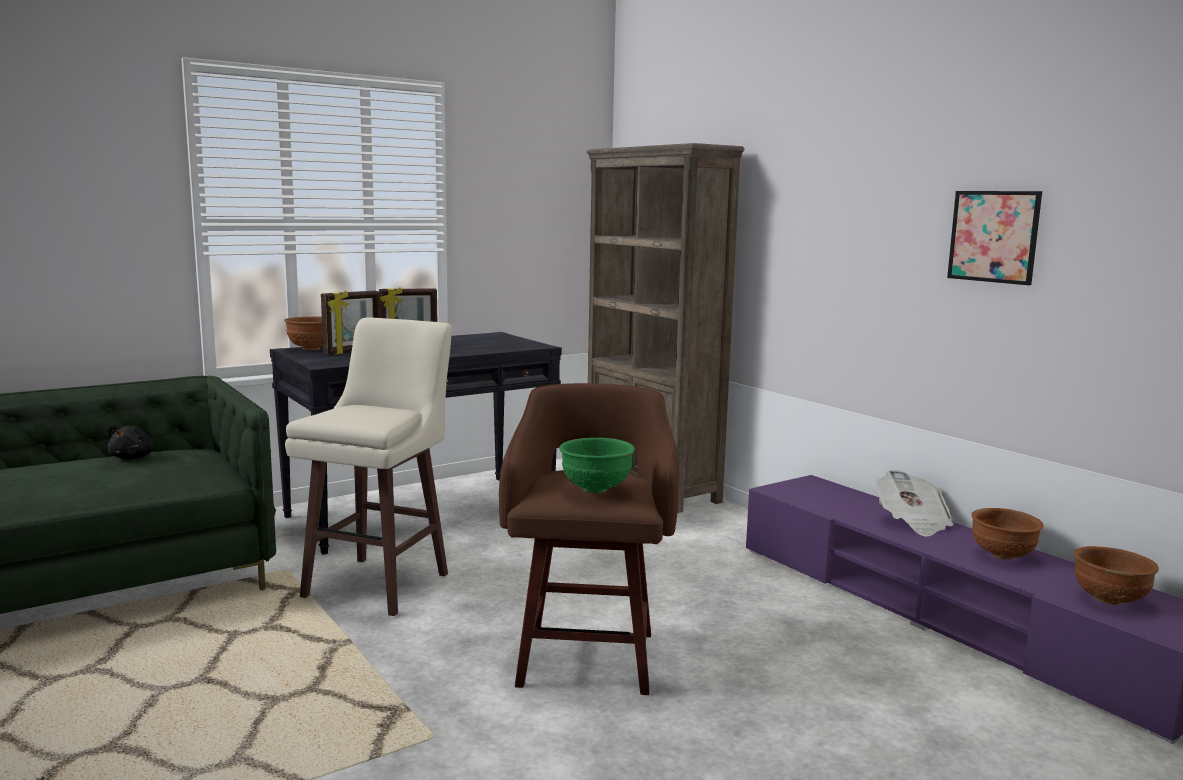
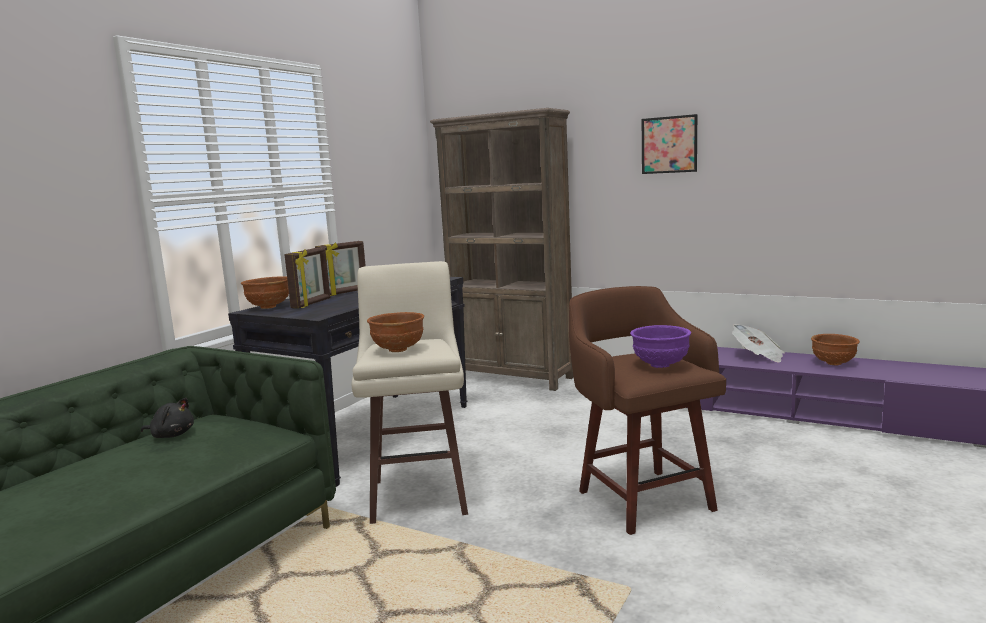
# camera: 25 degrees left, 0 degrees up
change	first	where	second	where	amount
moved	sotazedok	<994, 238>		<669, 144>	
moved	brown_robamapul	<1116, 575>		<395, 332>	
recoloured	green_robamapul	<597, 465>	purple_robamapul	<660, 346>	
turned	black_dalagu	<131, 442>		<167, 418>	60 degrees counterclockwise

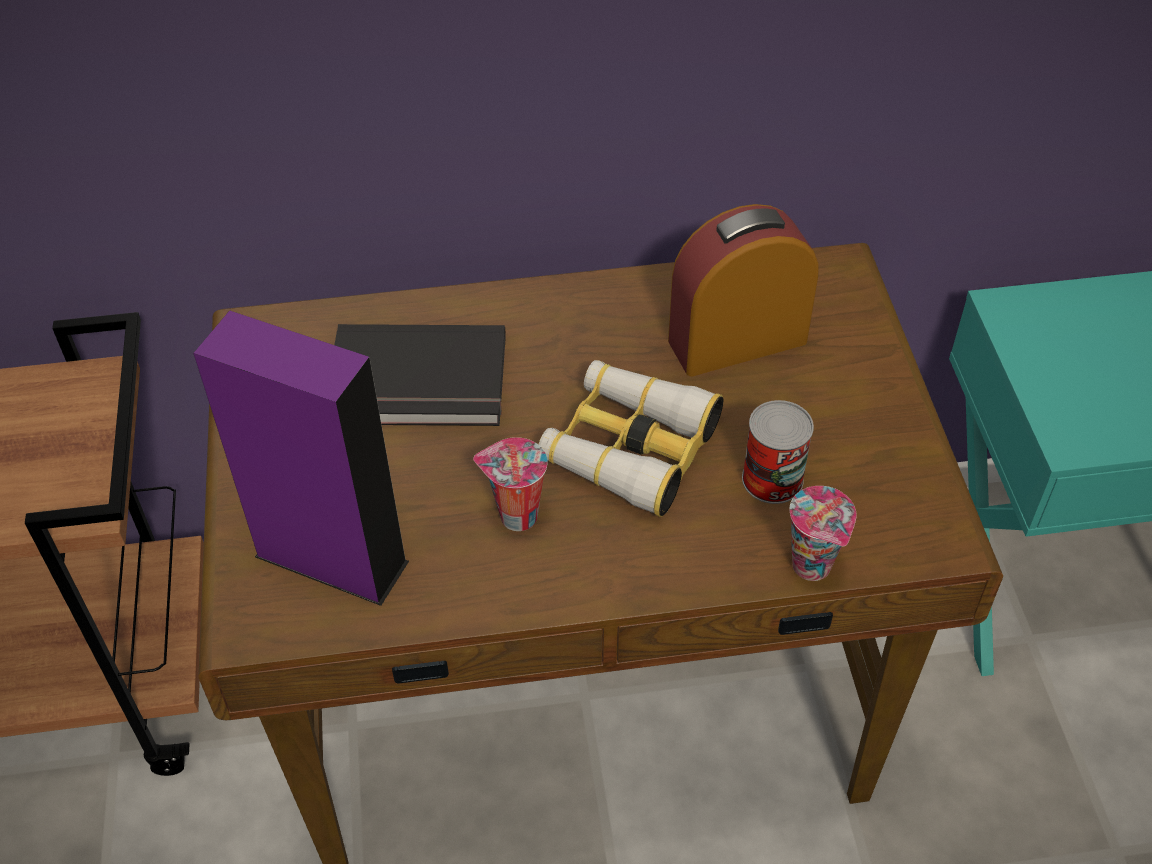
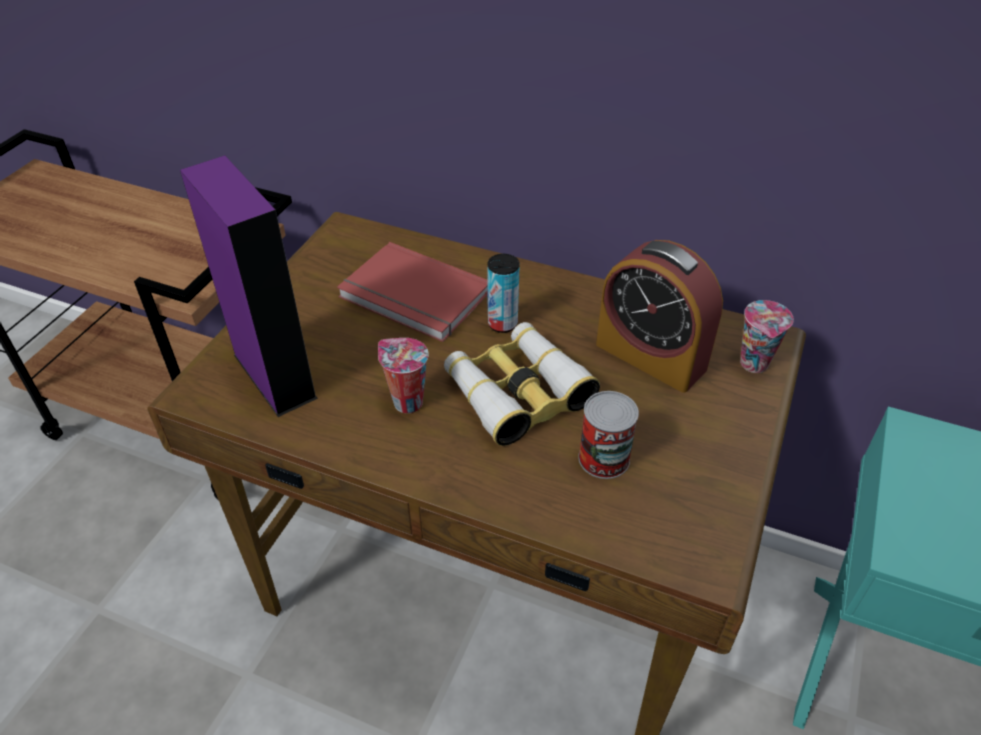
# camera: 30 degrees right, 5 degrees down
change	first	where	second	where	amount
added			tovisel	<503, 293>	
moved	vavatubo	<823, 533>		<767, 336>	
recoloured	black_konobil	<420, 375>	red_konobil	<412, 292>	
turned	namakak	<743, 290>		<659, 316>	150 degrees counterclockwise

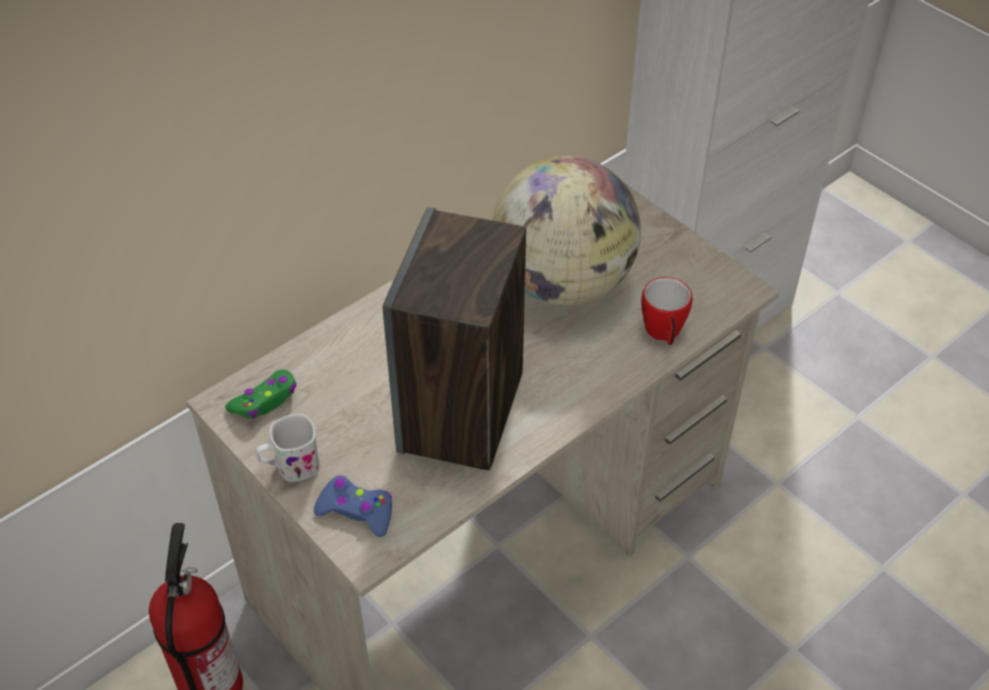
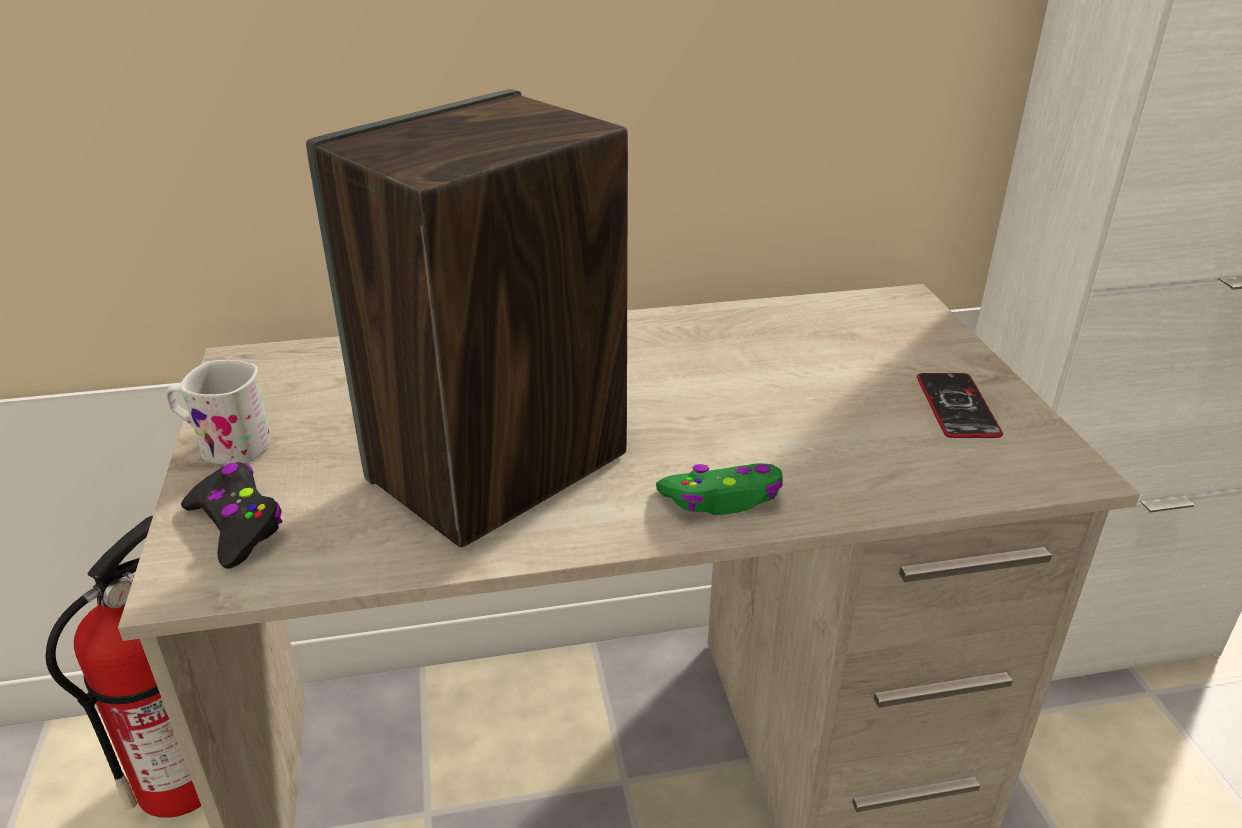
# camera: 30 degrees right, 15 degrees down
change	first	where	second	where	amount
removed	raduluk	<567, 231>			
removed	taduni	<667, 311>			
added			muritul	<960, 405>	
moved	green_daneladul	<261, 394>		<719, 489>	
recoloured	blue_daneladul	<353, 506>	black_daneladul	<231, 515>	

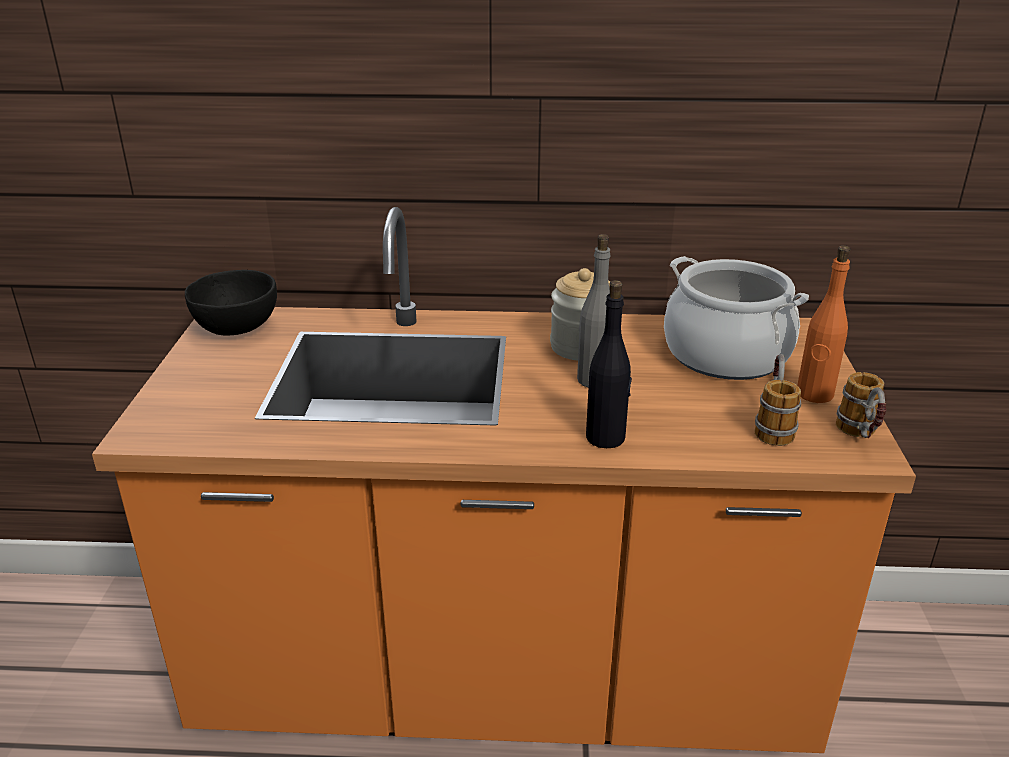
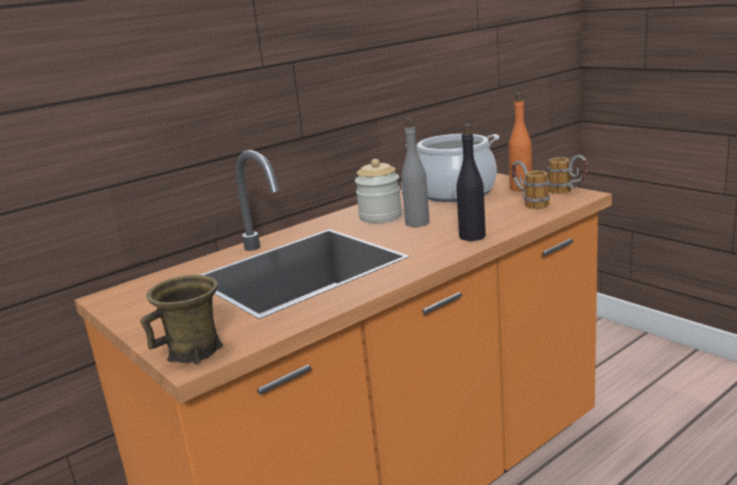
# camera: 40 degrees left, 10 degrees down
change	first	where	second	where	amount
removed	black_robamapul	<231, 302>			
added			brown_taduni	<181, 319>	

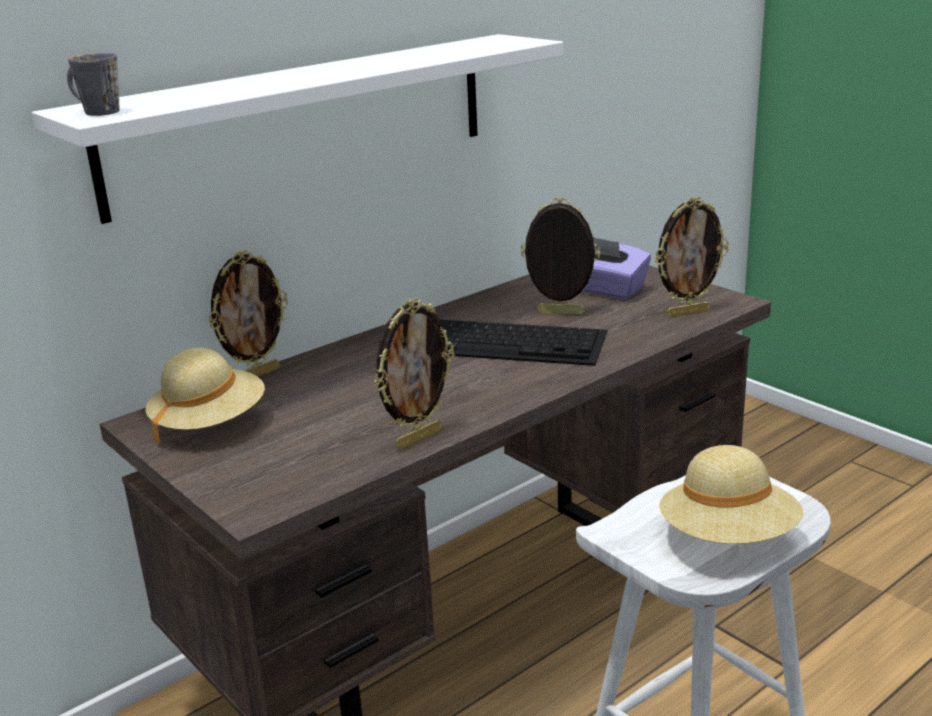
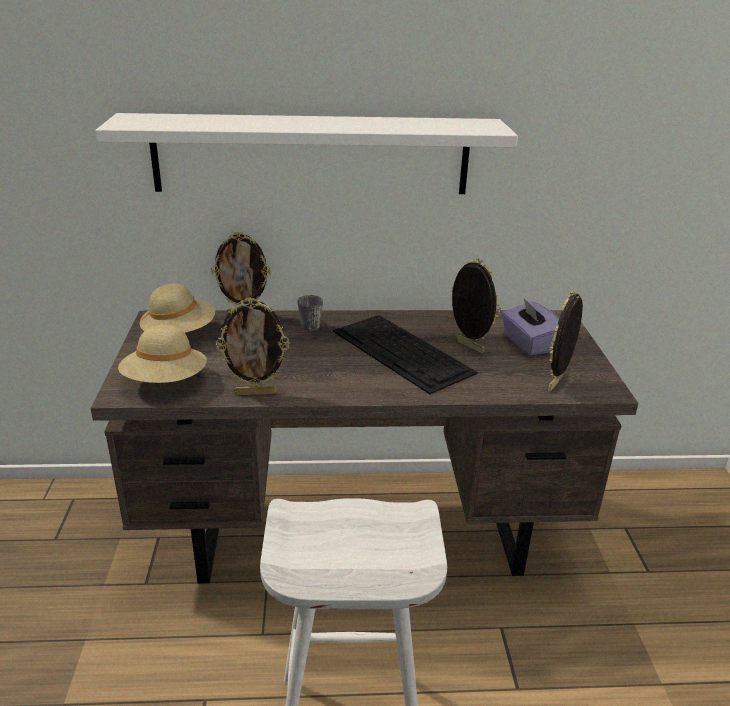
# camera: 35 degrees right, 5 degrees up
change	first	where	second	where	amount
moved	grey_taduni	<93, 84>		<310, 313>	
moved	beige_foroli	<731, 494>		<162, 354>	
turned	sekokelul	<692, 257>		<565, 340>	105 degrees clockwise

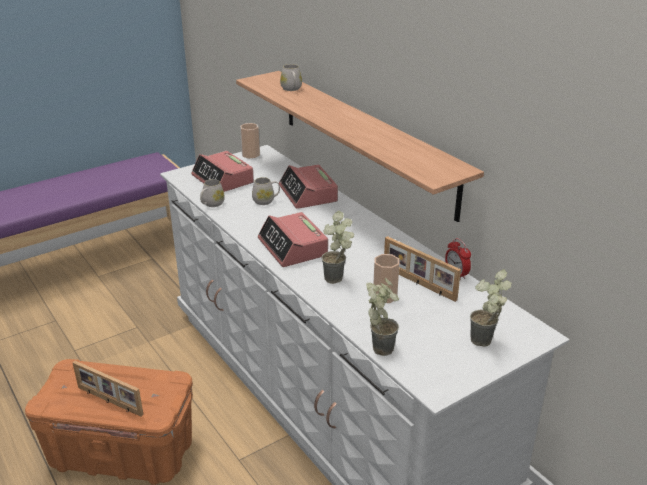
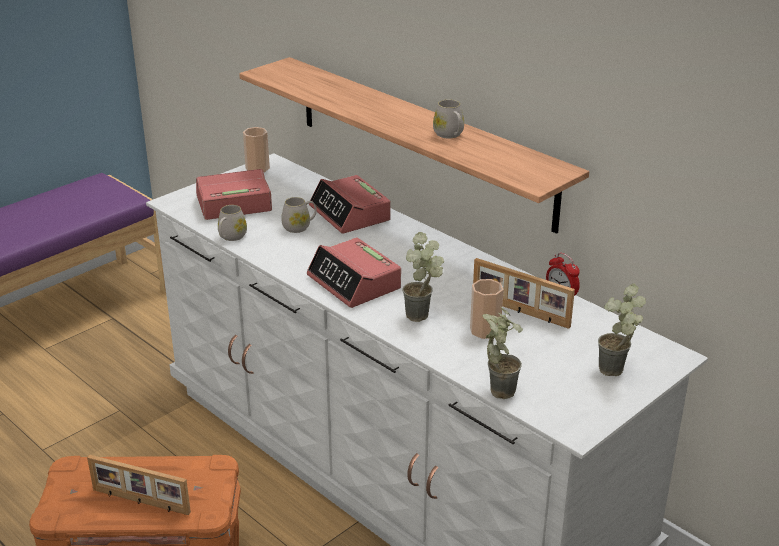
# camera: 10 degrees left, 0 degrees up
change	first	where	second	where	amount
moved	white_taduni	<291, 77>		<448, 118>	
turned	namakak	<222, 171>		<234, 194>	120 degrees clockwise

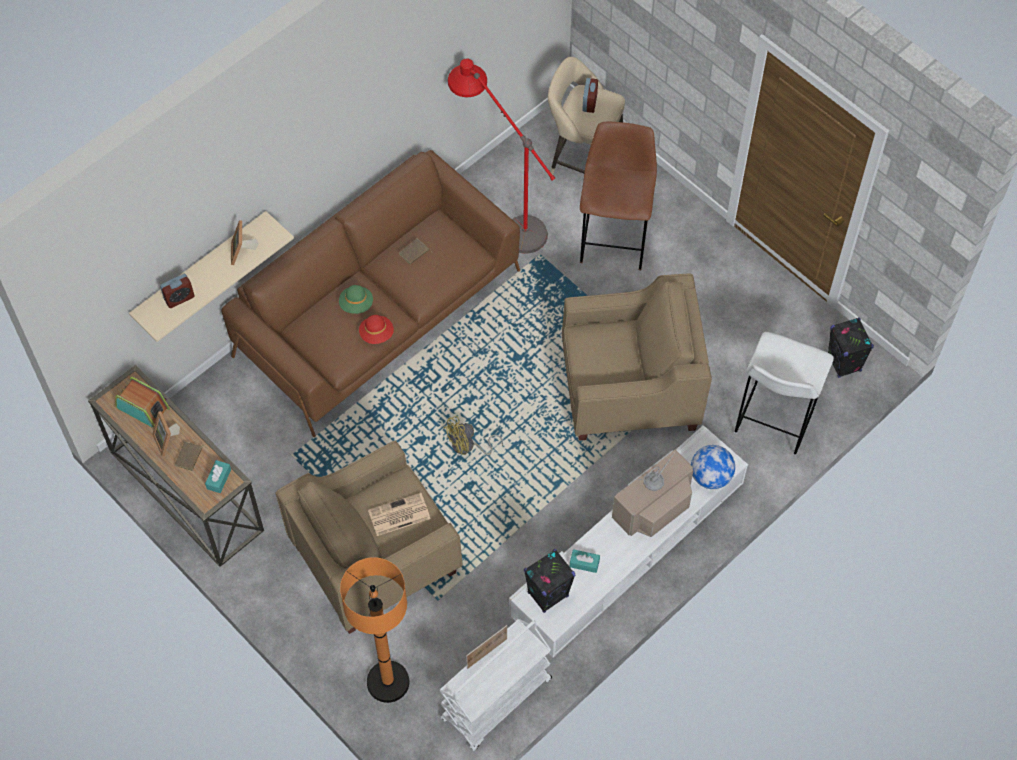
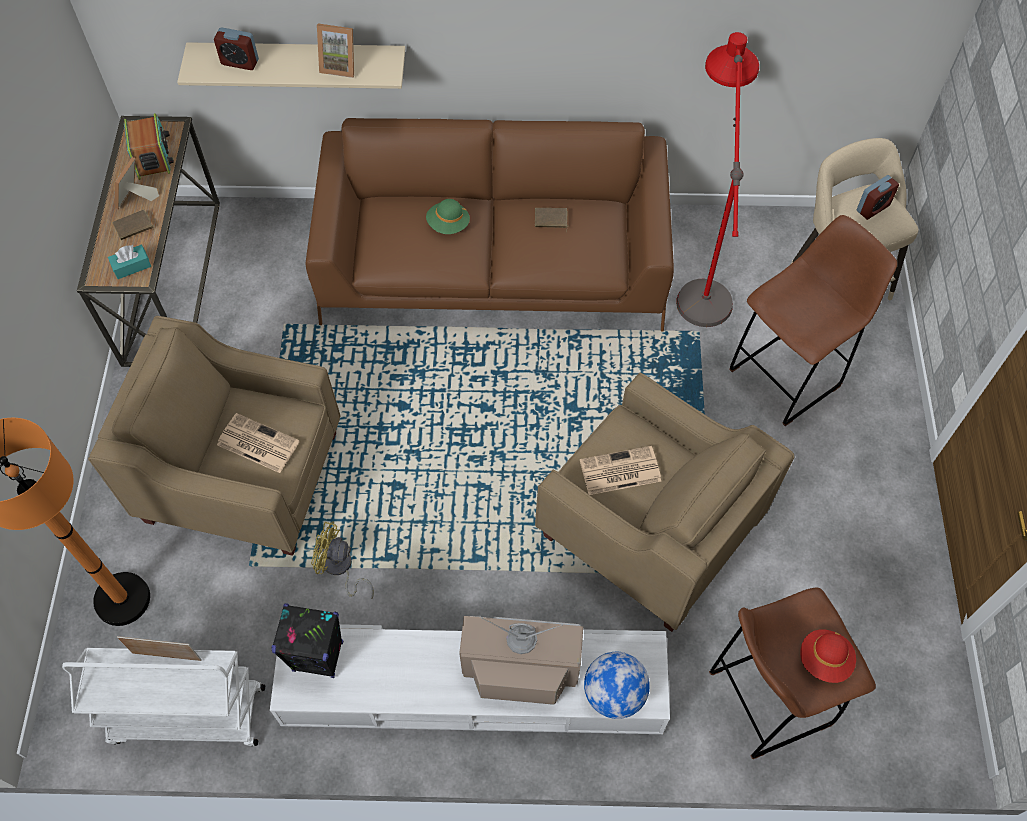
# camera: 45 degrees right, 0 degrees up
change	first	where	second	where	amount
removed	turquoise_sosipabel	<585, 561>			
removed	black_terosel	<851, 348>			
added			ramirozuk	<620, 470>	
moved	red_foroli	<376, 329>		<828, 656>	
moved	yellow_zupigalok	<473, 435>		<342, 560>	
recoloured	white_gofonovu	<784, 394>	brown_gofonovu	<792, 673>	
turned	sekokelul	<245, 242>		<335, 51>	120 degrees counterclockwise

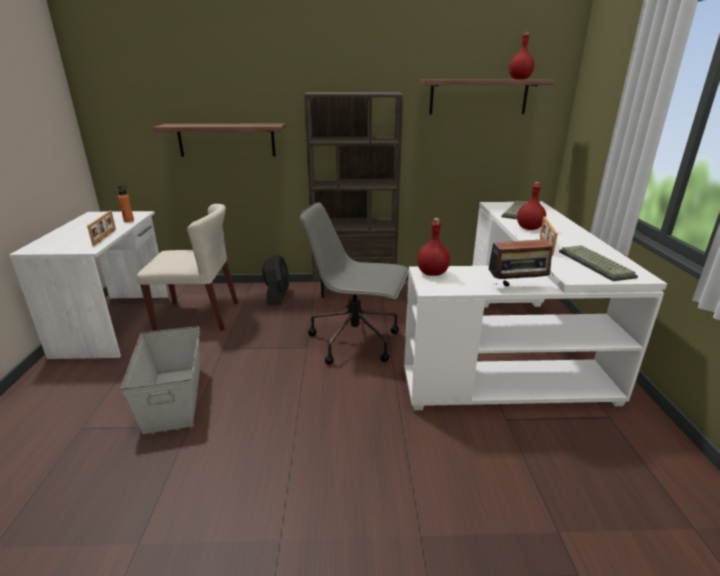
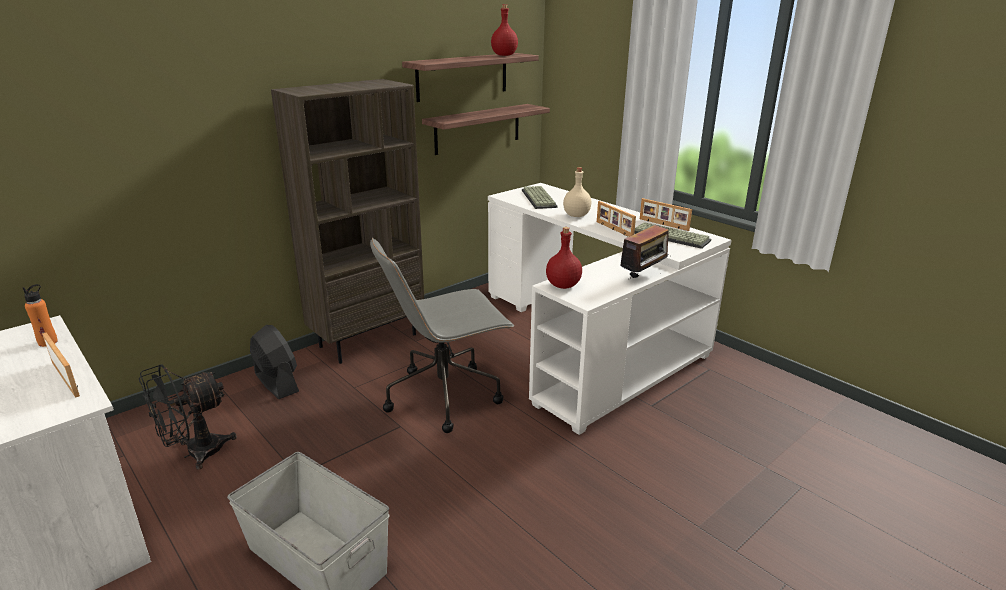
# camera: 40 degrees left, 0 degrees up
change	first	where	second	where	amount
added			sekokelul	<666, 214>	
moved	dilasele	<219, 140>		<486, 129>	
replaced	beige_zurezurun	<187, 267>	black_zupigalok	<188, 417>	
recoloured	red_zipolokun	<531, 206>	beige_zipolokun	<577, 192>	

